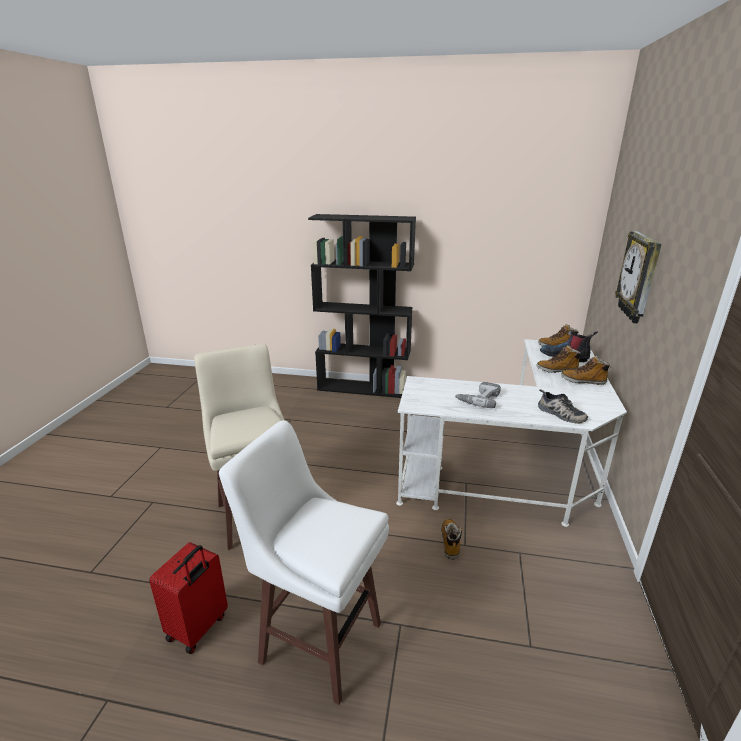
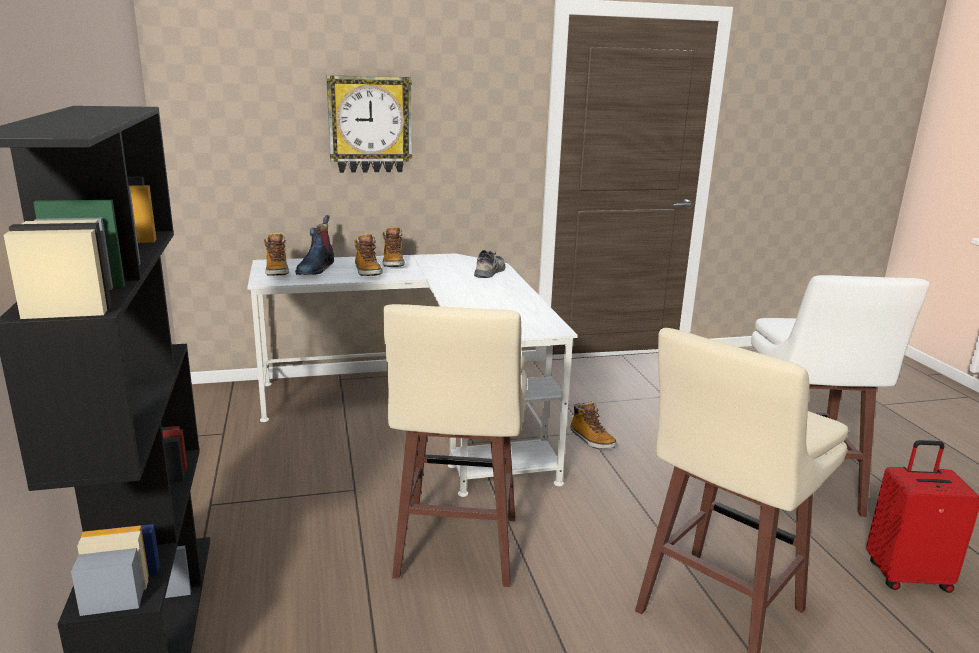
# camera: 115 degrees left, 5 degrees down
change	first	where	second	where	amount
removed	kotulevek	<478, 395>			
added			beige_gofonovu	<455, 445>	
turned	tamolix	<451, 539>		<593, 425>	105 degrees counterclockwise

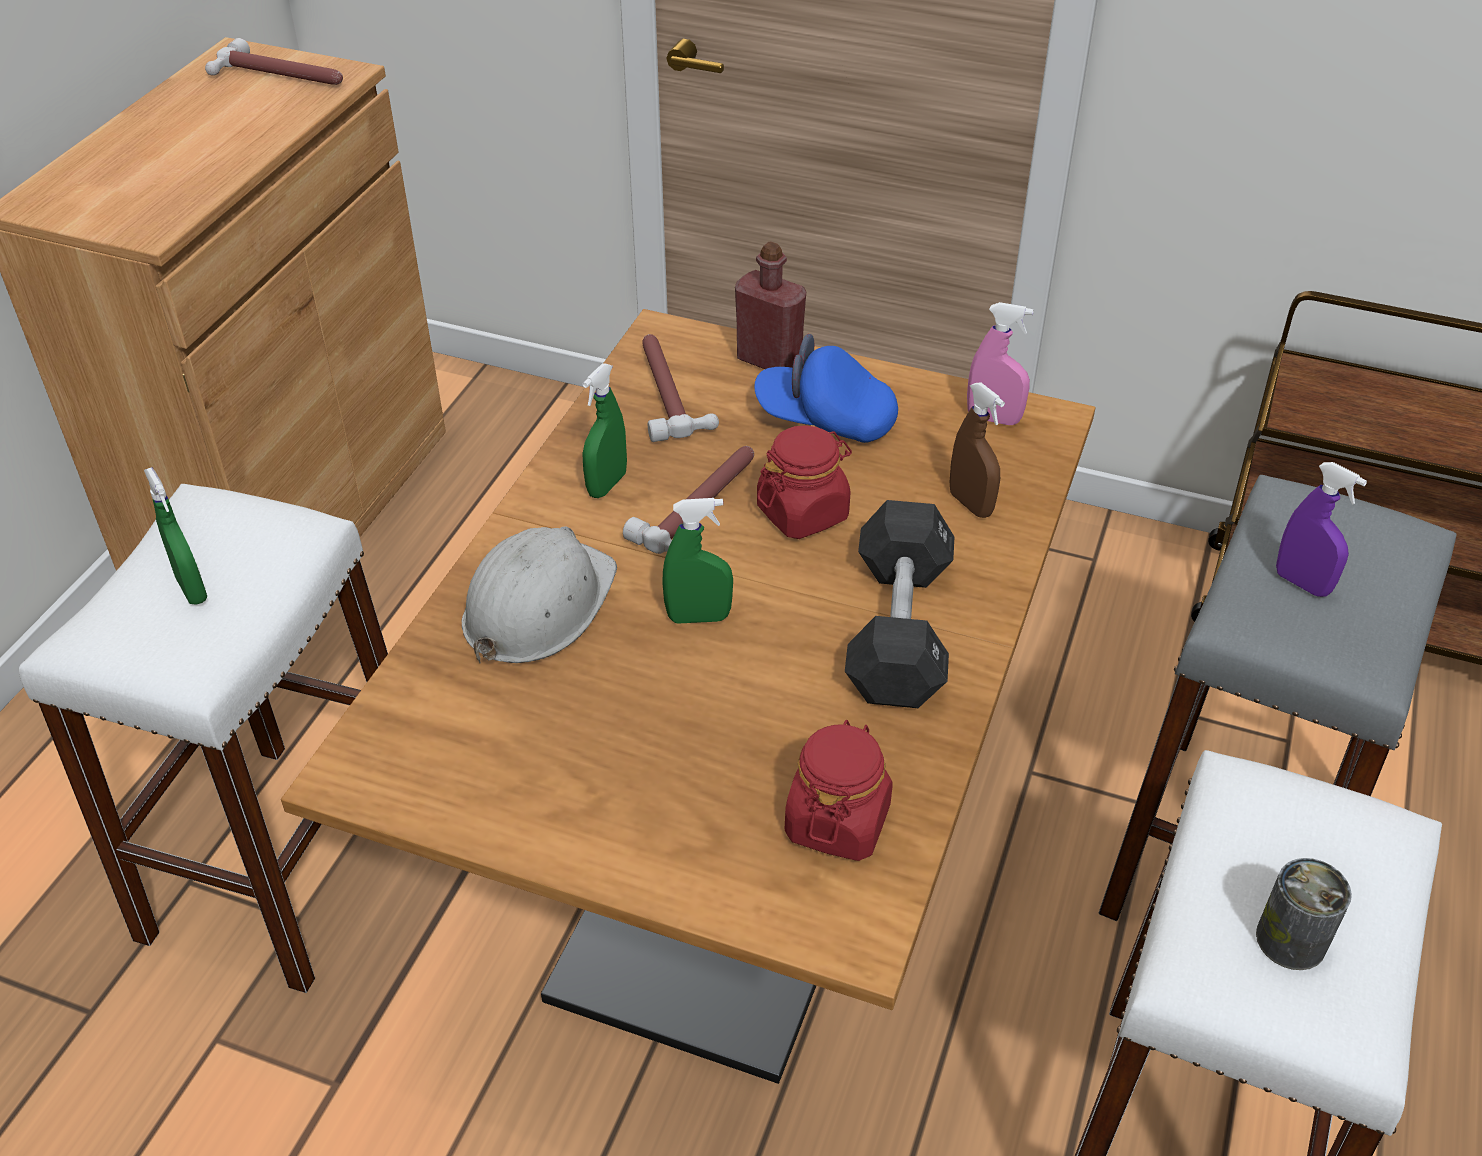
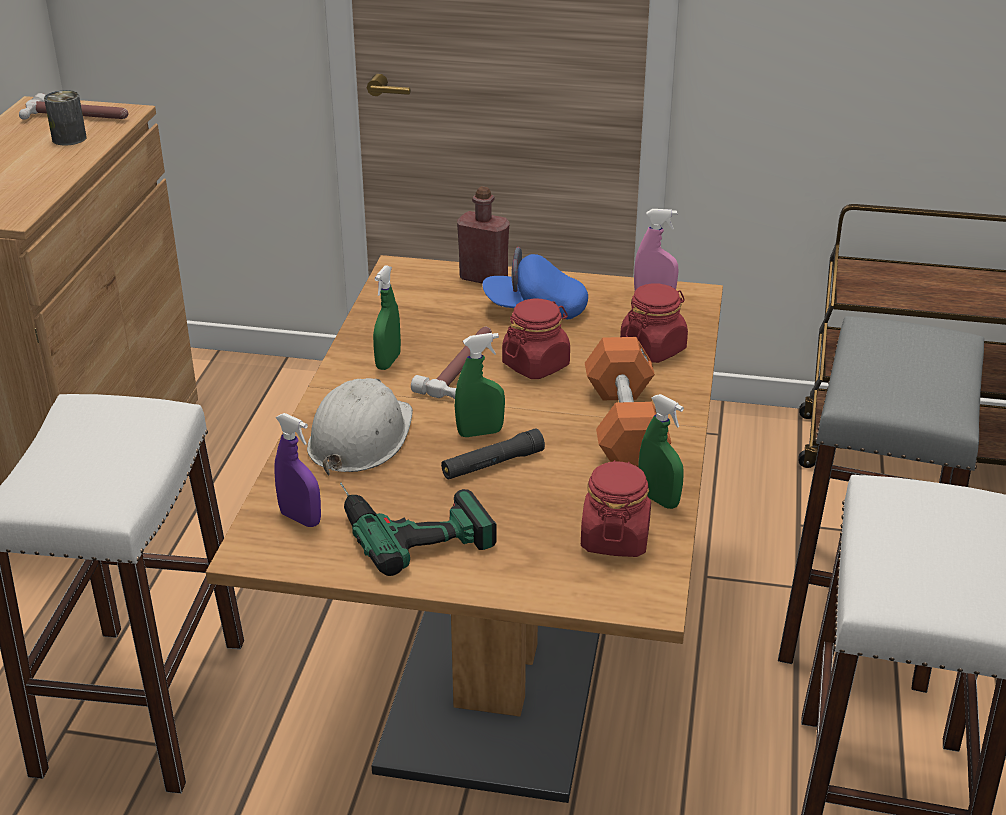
# camera: 10 degrees left, 10 degrees down
change	first	where	second	where	amount
removed	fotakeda	<680, 388>			
added			kotulevek	<418, 529>	
added			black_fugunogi	<493, 454>	
moved	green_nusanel	<175, 536>		<661, 451>	
moved	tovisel	<1304, 914>		<65, 118>	
moved	purple_nusanel	<1321, 529>		<297, 470>	
replaced	brown_nusanel	<977, 450>	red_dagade	<654, 323>	
recoloured	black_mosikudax	<899, 604>	orange_mosikudax	<628, 402>	

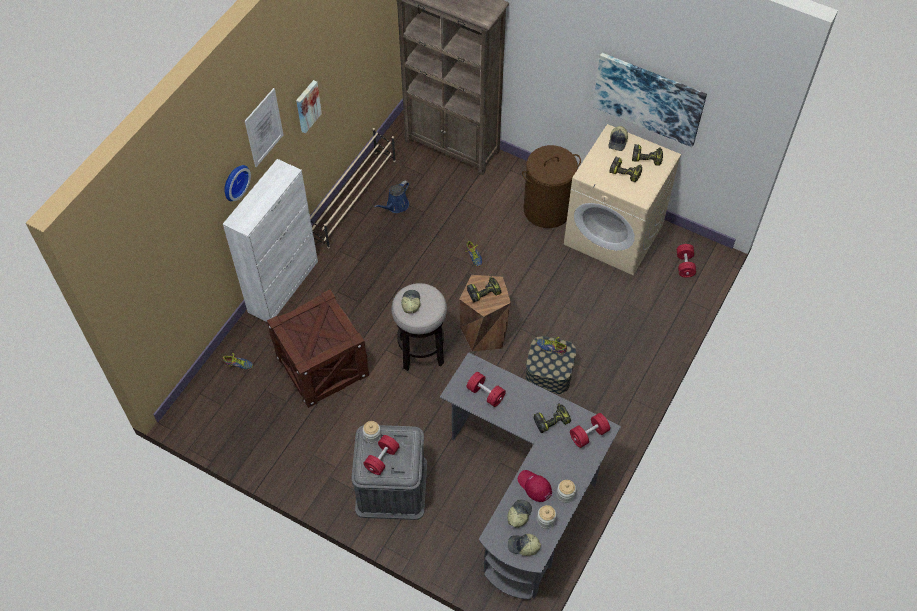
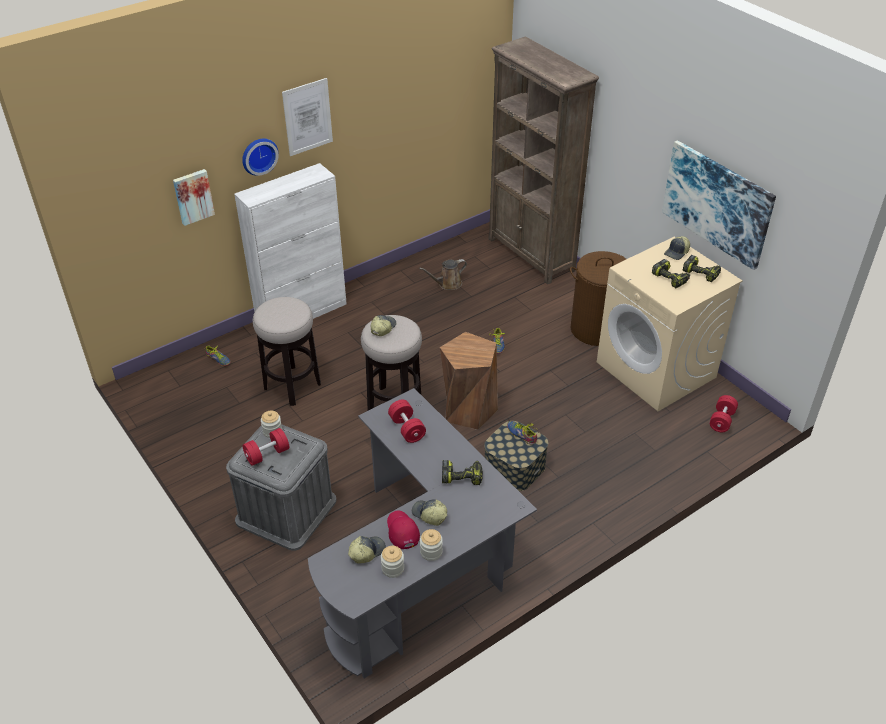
# camera: 25 degrees right, 15 degrees down
change	first	where	second	where	amount
removed	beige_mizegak	<353, 188>			
removed	kotulevek	<484, 289>			
removed	red_mosikudax	<590, 430>			
moved	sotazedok	<309, 106>		<194, 197>	
moved	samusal	<524, 545>		<429, 512>	
replaced	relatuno	<318, 349>	gofonovu	<287, 351>	
recoloured	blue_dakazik	<391, 196>	brown_dakazik	<443, 274>	

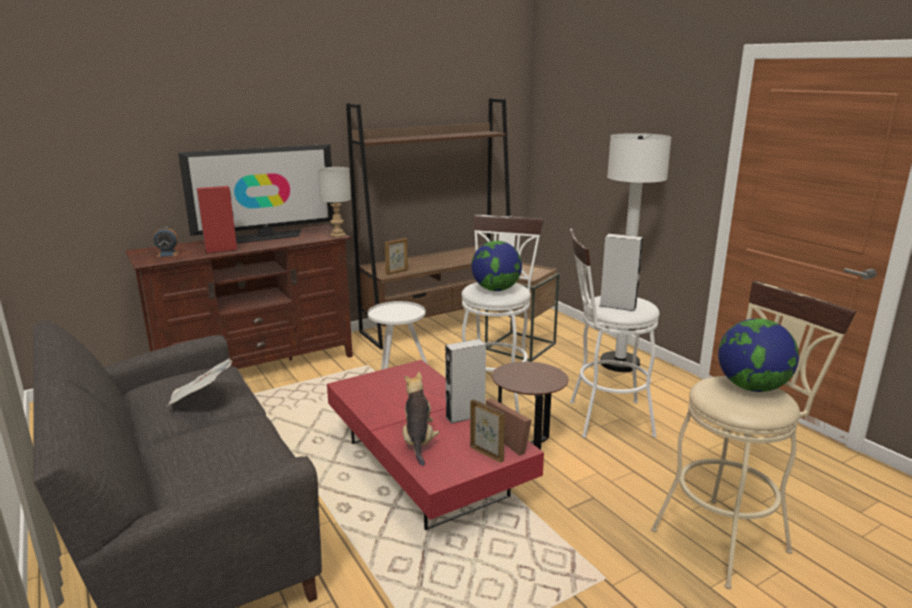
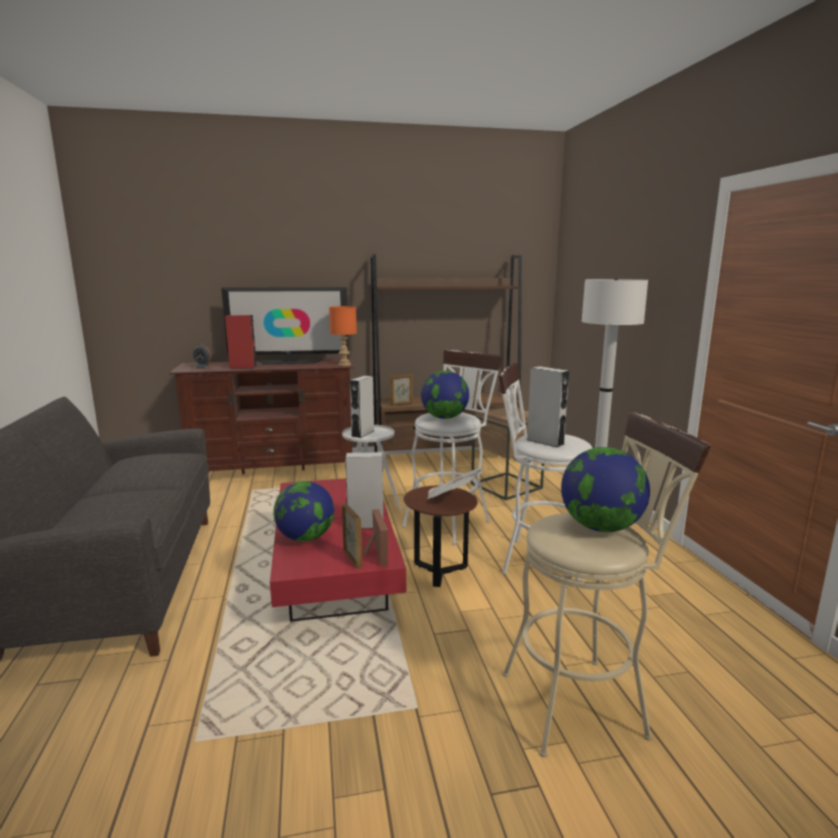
# camera: 20 degrees right, 5 degrees down
change	first	where	second	where	amount
added			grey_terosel	<362, 407>	
moved	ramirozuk	<199, 382>		<454, 484>	
replaced	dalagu	<421, 419>	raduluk	<304, 511>	
recoloured	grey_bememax	<334, 202>	orange_bememax	<343, 336>	

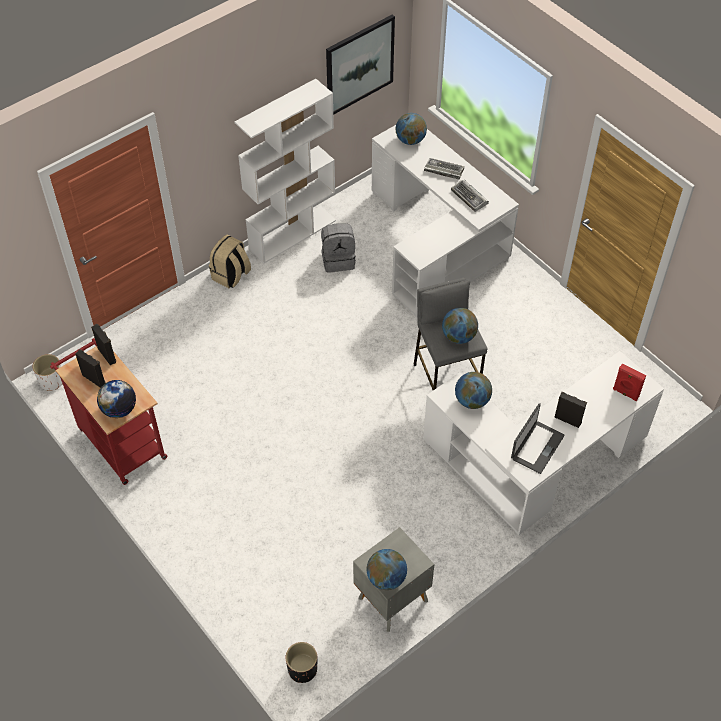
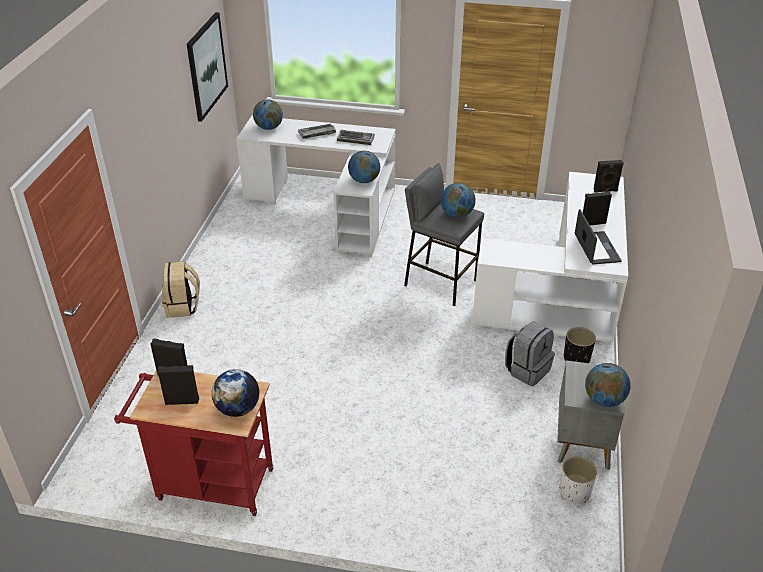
# camera: 40 degrees left, 15 degrees down
change	first	where	second	where	amount
removed	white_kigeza	<285, 171>			
moved	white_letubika	<48, 372>		<578, 480>	
moved	black_letubika	<301, 662>		<580, 345>	
moved	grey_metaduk	<338, 247>		<530, 353>	
moved	raduluk	<473, 390>		<364, 167>	
recoloured	red_terosel	<629, 382>	black_terosel	<608, 176>	

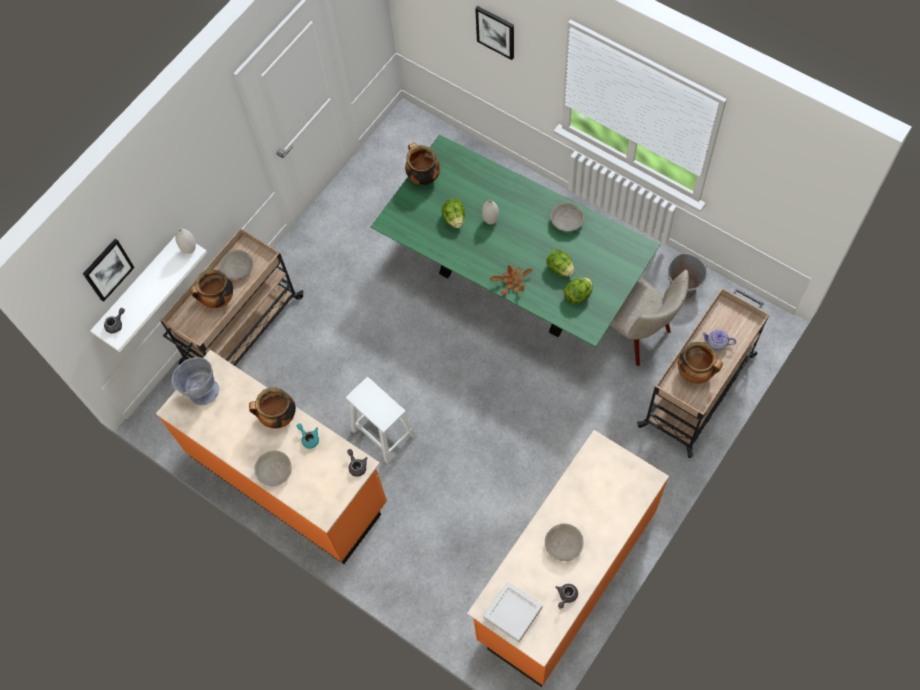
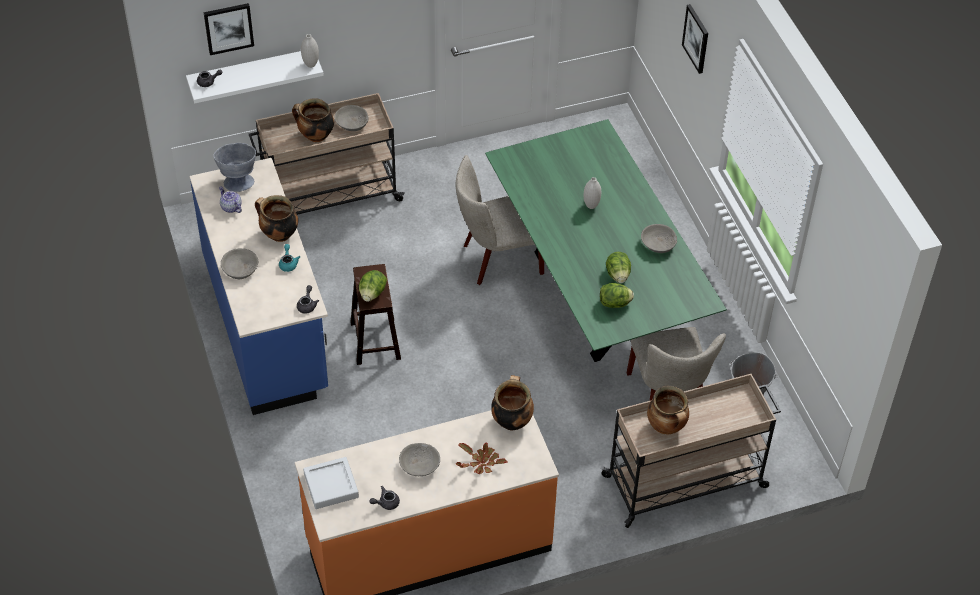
# camera: 30 degrees right, 15 degrees down
change	first	where	second	where	amount
added			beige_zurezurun	<500, 220>	
moved	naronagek	<422, 164>		<512, 402>	
moved	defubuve	<453, 213>		<373, 286>	
moved	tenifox	<511, 280>		<481, 458>	
moved	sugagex	<719, 340>		<230, 200>	
recoloured	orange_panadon	<271, 457>	blue_panadon	<258, 286>	
recoloured	white_gofonovu	<381, 420>	brown_gofonovu	<376, 314>	

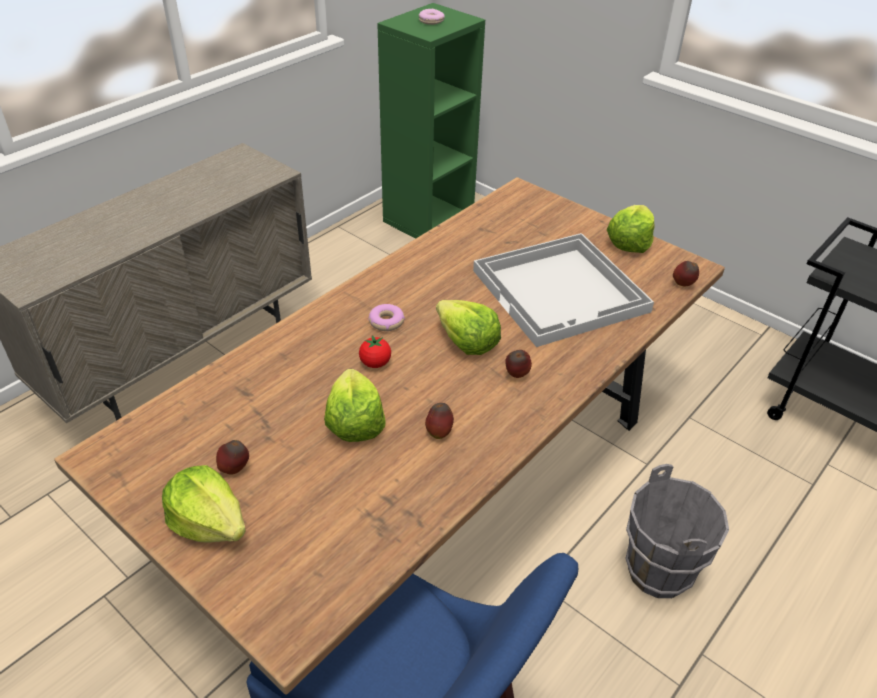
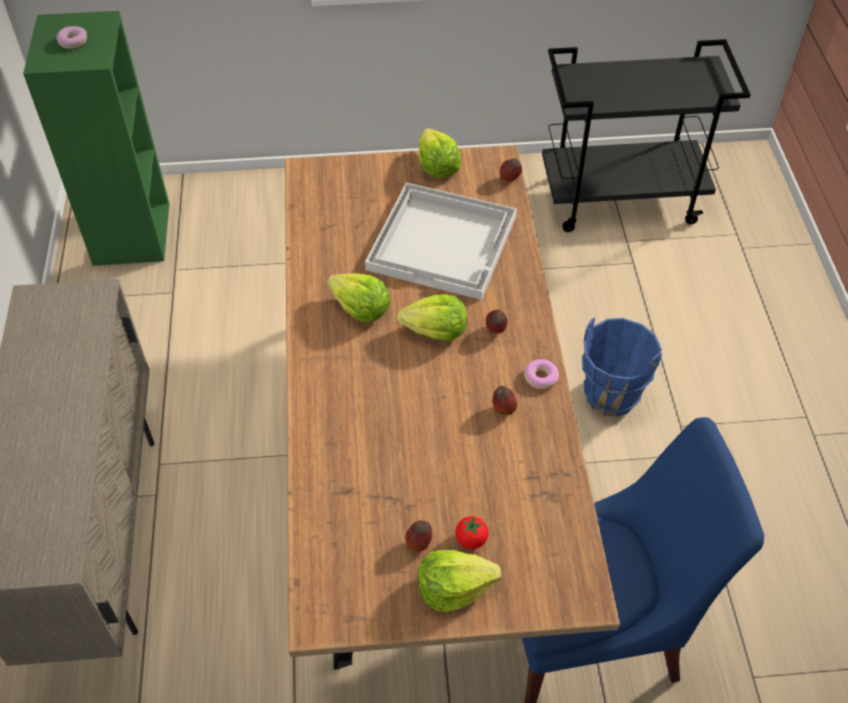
# camera: 45 degrees left, 10 degrees up
change	first	where	second	where	amount
moved	defubuve	<355, 405>		<358, 298>	
moved	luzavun	<375, 351>		<471, 532>	
moved	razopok	<386, 317>		<541, 374>	
recoloured	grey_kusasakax	<677, 531>	blue_kusasakax	<622, 367>	

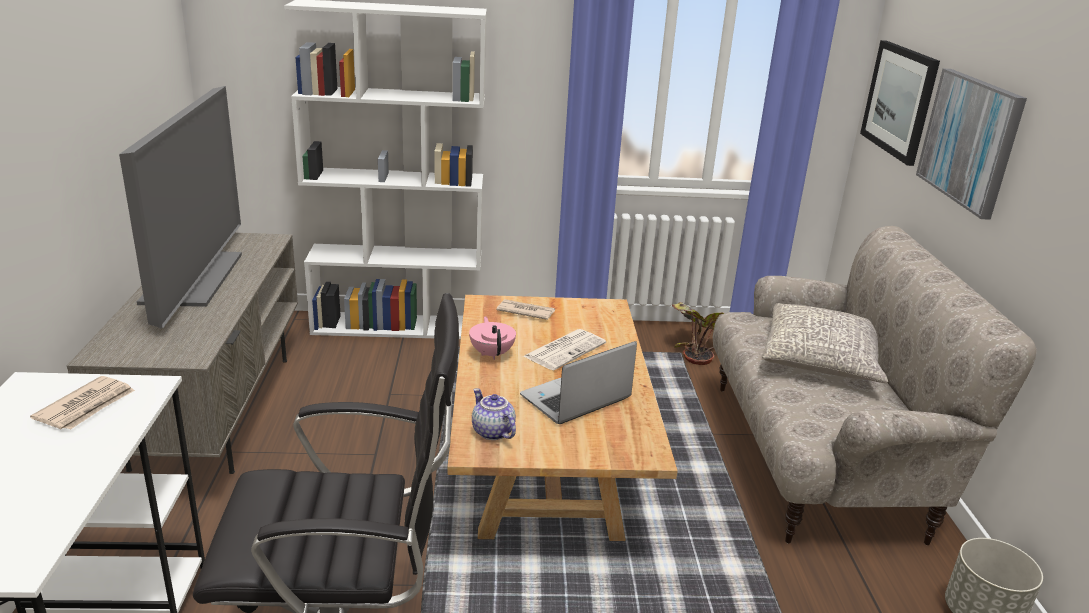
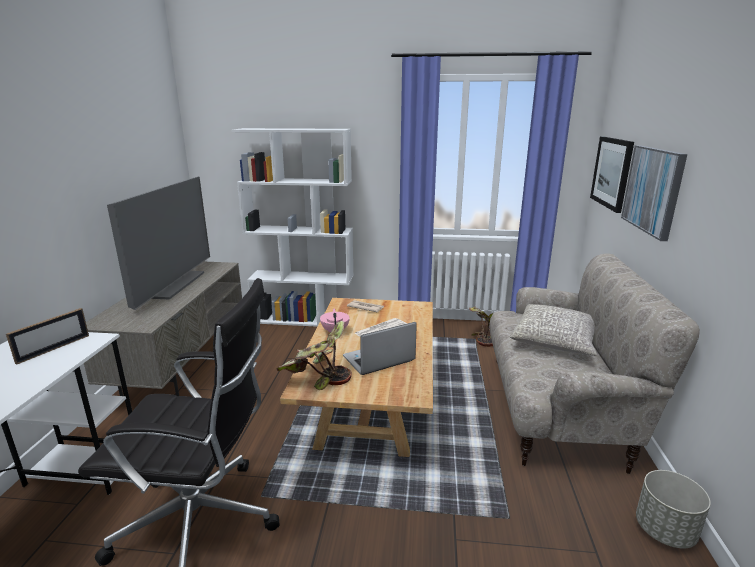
# camera: 10 degrees right, 5 degrees down
change	first	where	second	where	amount
replaced	ramirozuk	<82, 403>	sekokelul	<47, 336>	
replaced	sugagex	<494, 414>	tenifox	<314, 355>	

